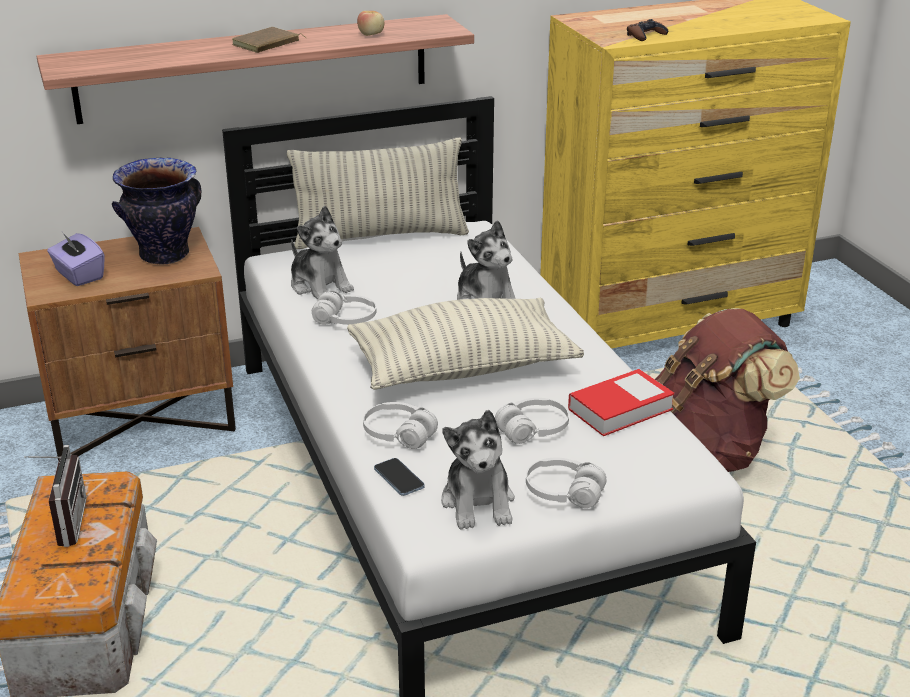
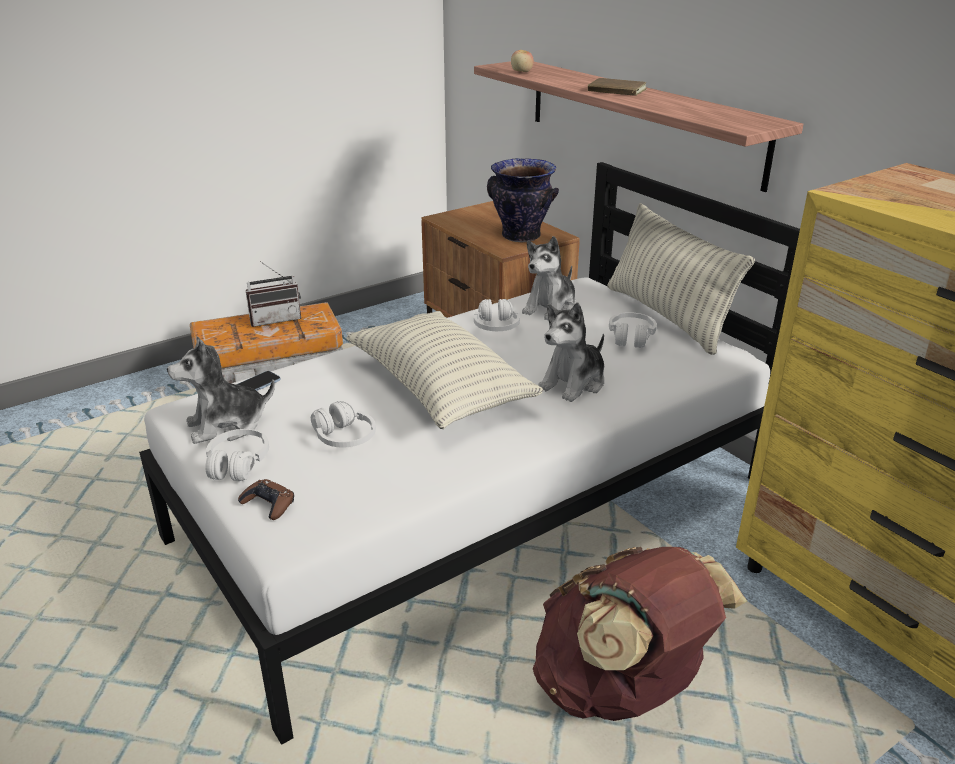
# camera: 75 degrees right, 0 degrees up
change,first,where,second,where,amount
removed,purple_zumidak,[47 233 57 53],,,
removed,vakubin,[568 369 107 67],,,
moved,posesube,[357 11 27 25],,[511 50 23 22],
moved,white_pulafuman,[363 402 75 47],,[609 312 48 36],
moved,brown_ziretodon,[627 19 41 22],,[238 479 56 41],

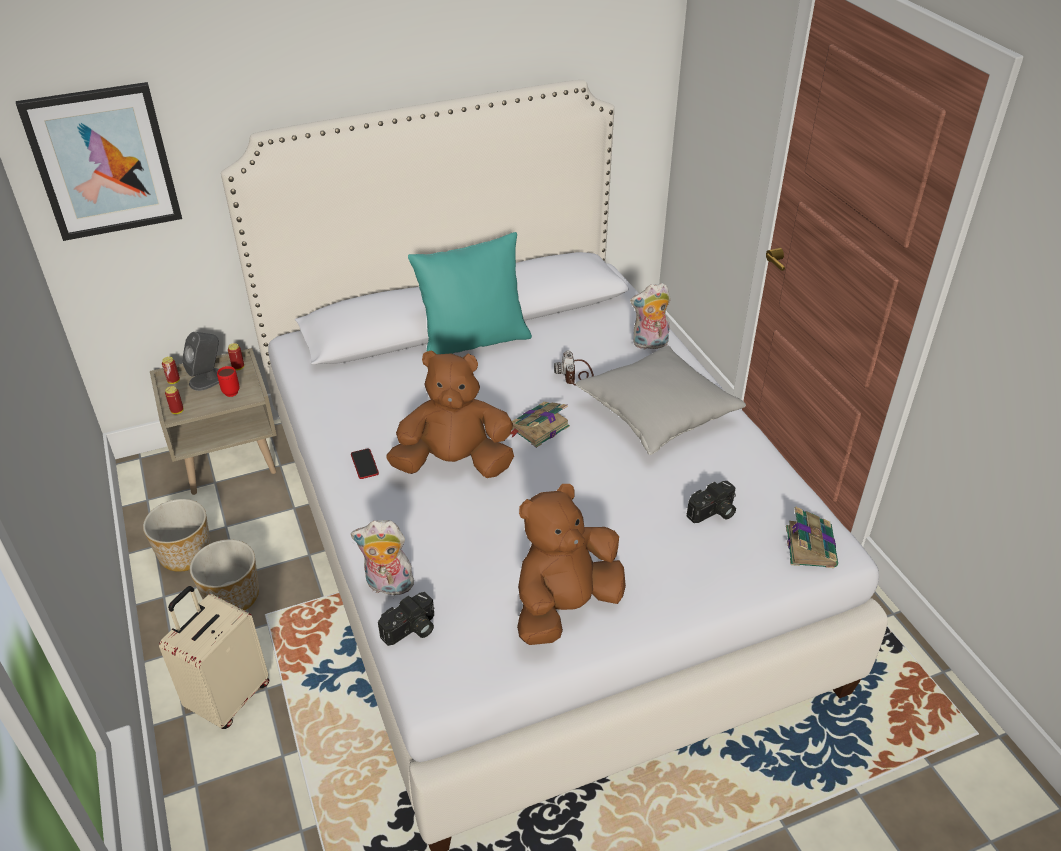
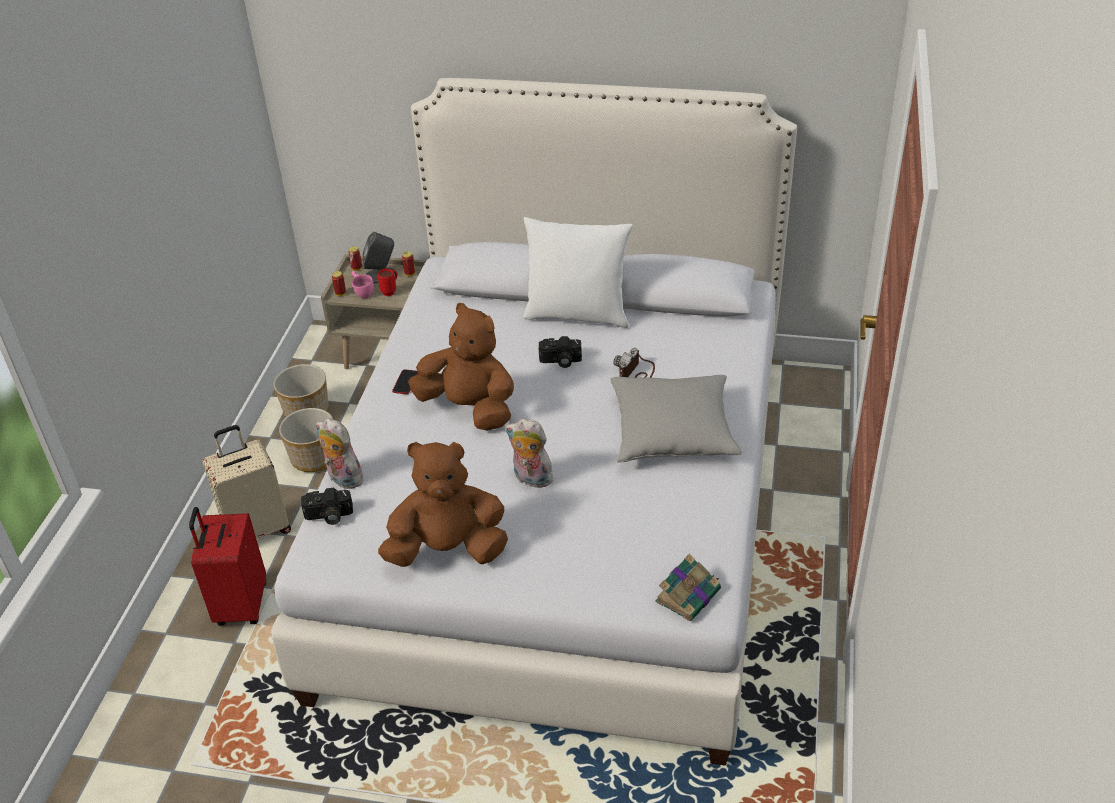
# camera: 35 degrees right, 0 degrees up
change,first,where,second,where,amount
removed,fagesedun,[16 82 166 159],,,
removed,vakubin,[510 402 60 46],,,
added,,,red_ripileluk,[189 507 77 119],
added,,,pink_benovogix,[352 271 22 28],
moved,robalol,[630 283 41 67],,[505 419 53 69],
moved,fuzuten,[687 481 49 42],,[538 336 44 32],
recoloured,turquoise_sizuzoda,[408 232 124 122],white_sizuzoda,[523 217 110 111],

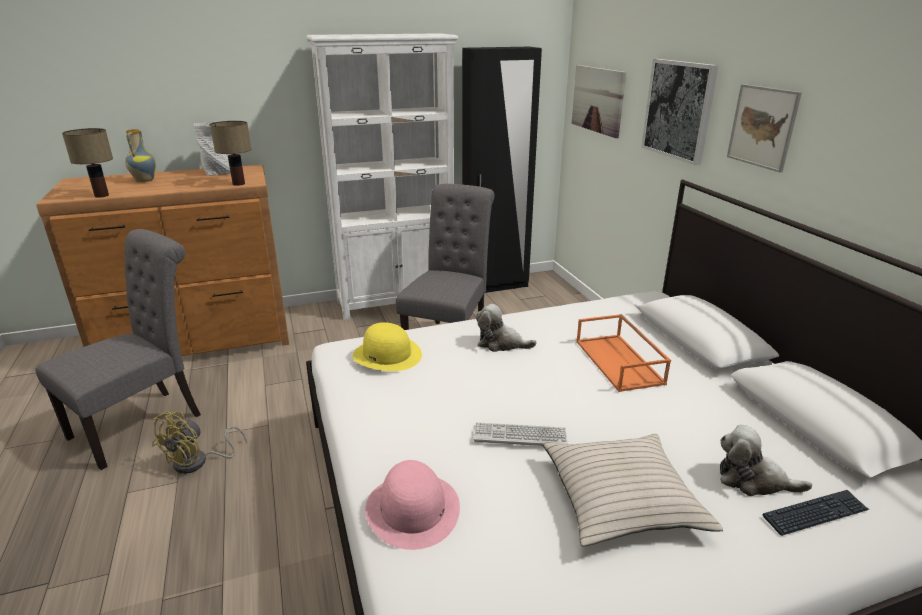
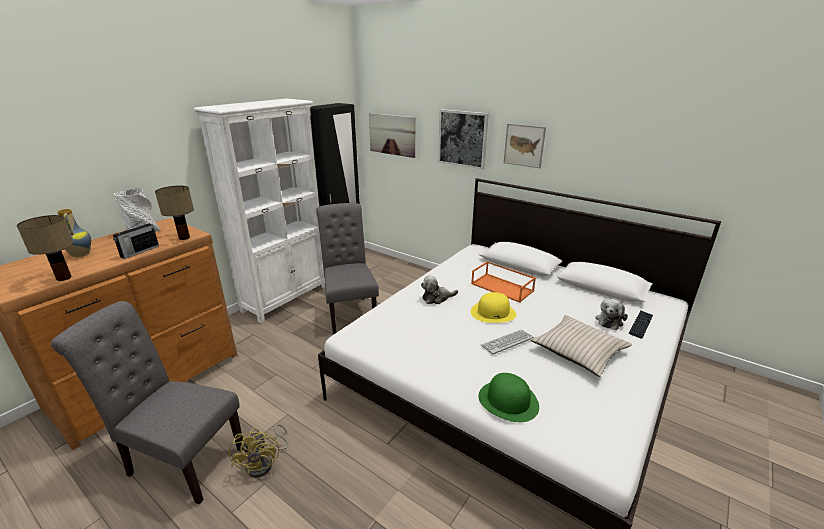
# camera: 35 degrees left, 0 degrees up
change,first,where,second,where,amount
added,,,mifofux,[113 220 46 39],
moved,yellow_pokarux,[353 322 69 49],,[471 292 45 31],
recoloured,pink_pokarux,[365 460 95 90],green_pokarux,[478 373 61 49],
turned,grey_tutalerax,[36 229 165 241],,[51 301 193 203],75 degrees counterclockwise
turned,robalol,[720 425 92 71],,[595 299 33 31],45 degrees counterclockwise

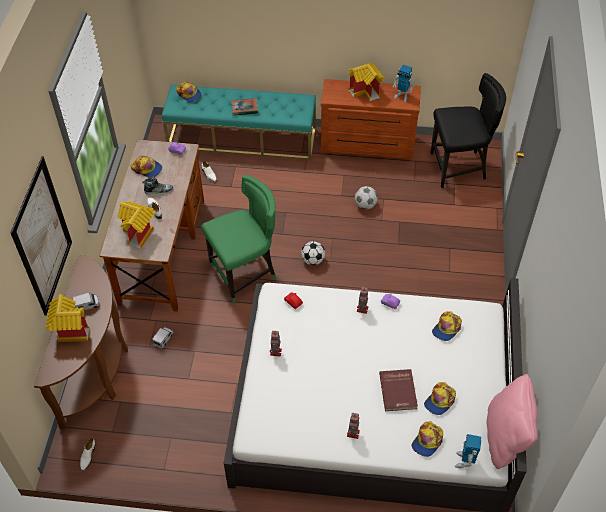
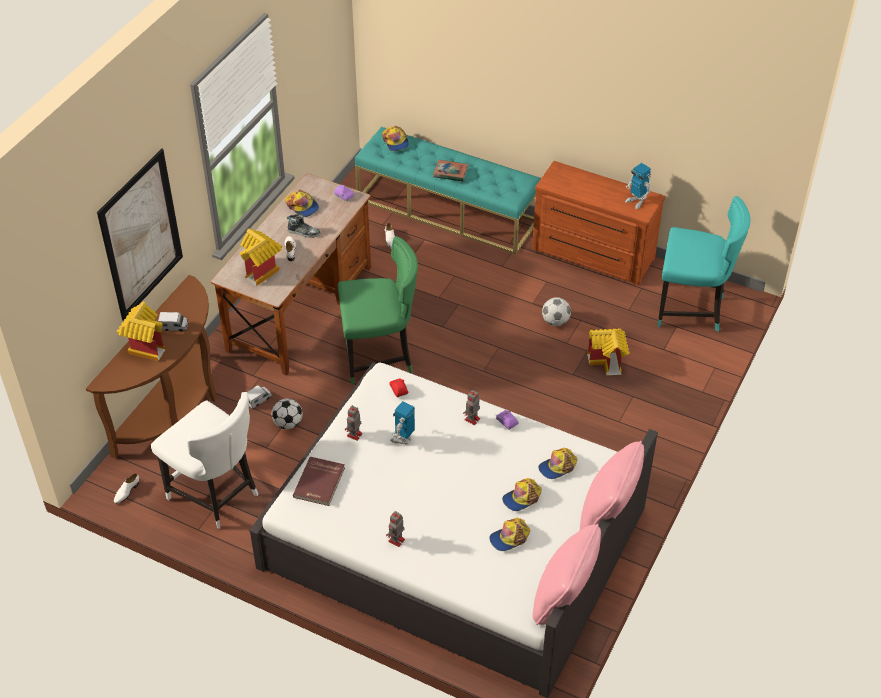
# camera: 20 degrees right, 5 degrees down
change,first,where,second,where,amount
added,,,white_tutalerax,[151 392 107 137],
added,,,pink_sizuzoda,[580 441 64 89],
moved,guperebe,[301 241 24 24],,[272 398 31 31],
moved,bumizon,[348 63 37 38],,[587 328 43 47],
moved,red_vakubin,[379 369 39 42],,[293 457 52 49],
moved,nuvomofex,[412 421 31 36],,[502 478 40 33],
moved,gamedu,[455 434 26 34],,[390 401 25 43],
recoloured,black_tutalerax,[431 73 75 115],turquoise_tutalerax,[658 196 92 136],

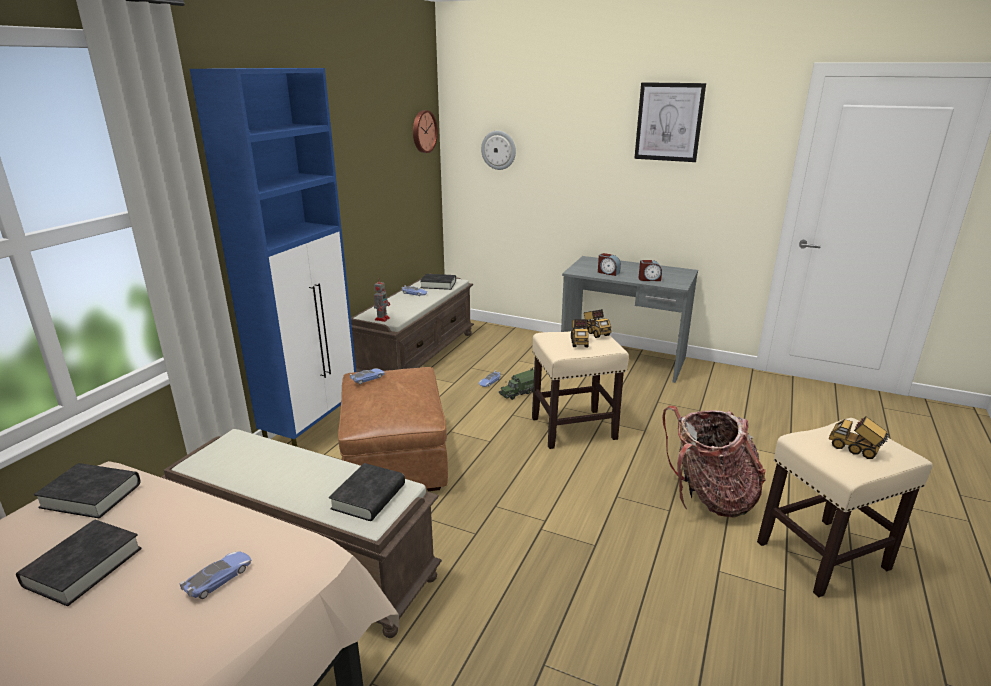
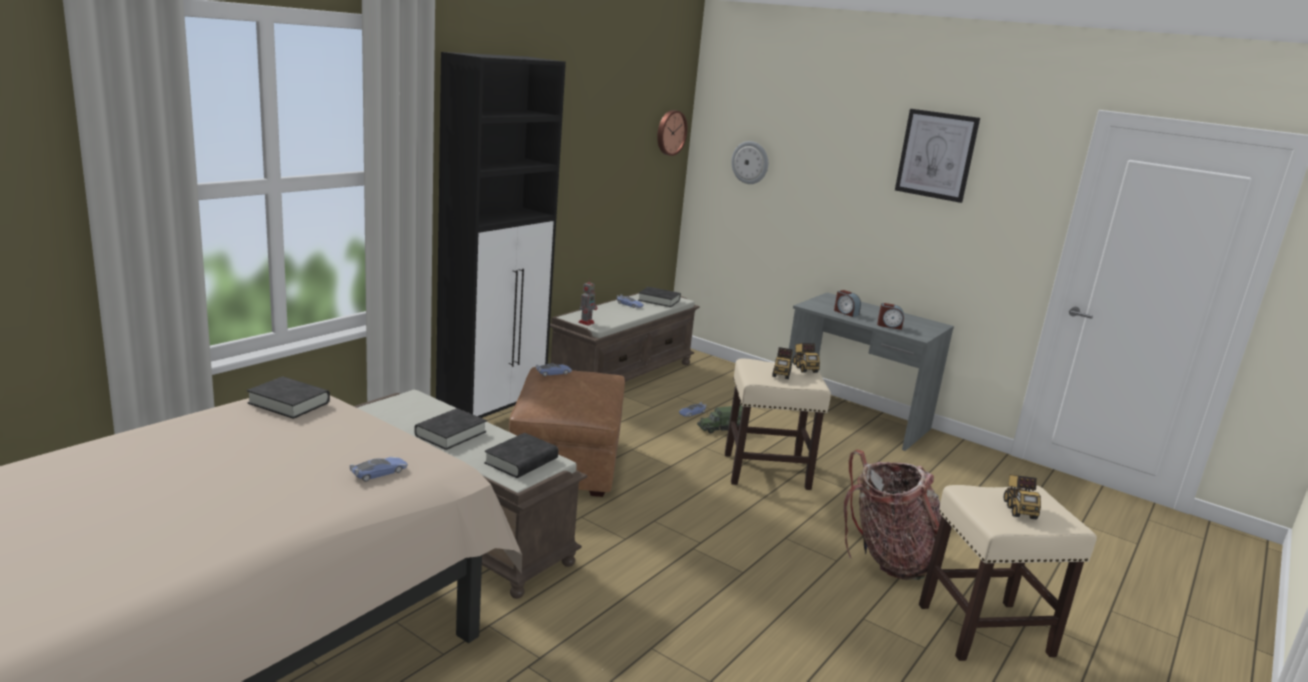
# camera: 10 degrees right, 5 degrees down
change,first,where,second,where,amount
moved,black_vakubin,[16 520 126 86],,[414 408 73 42],
recoloured,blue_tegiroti,[190 68 166 379],black_tegiroti,[436 52 130 366],
turned,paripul,[829 417 60 42],,[1004 474 37 46],135 degrees counterclockwise

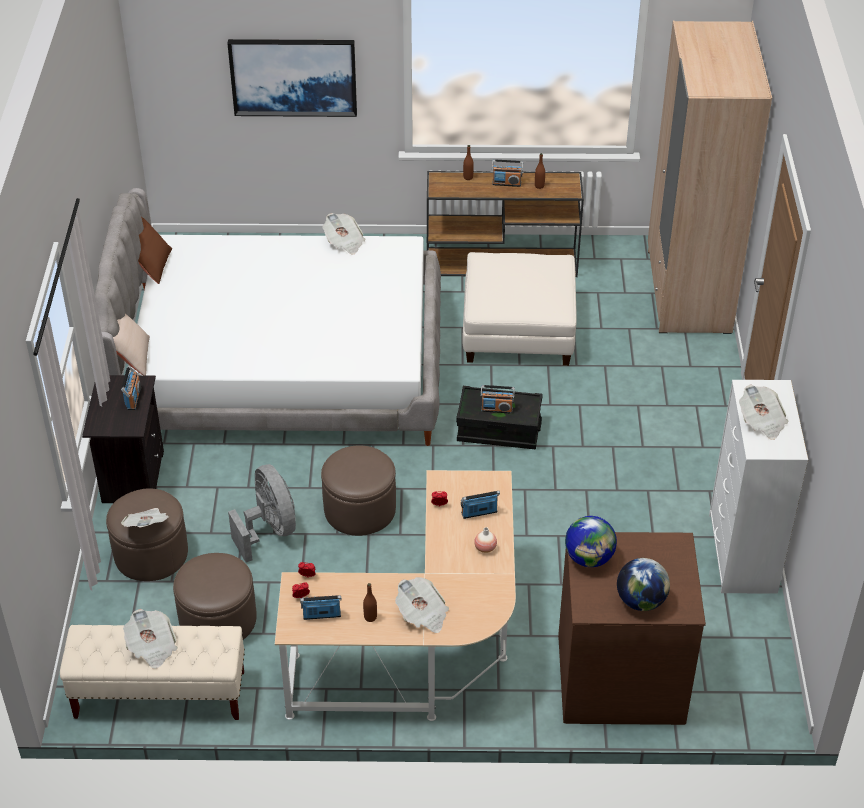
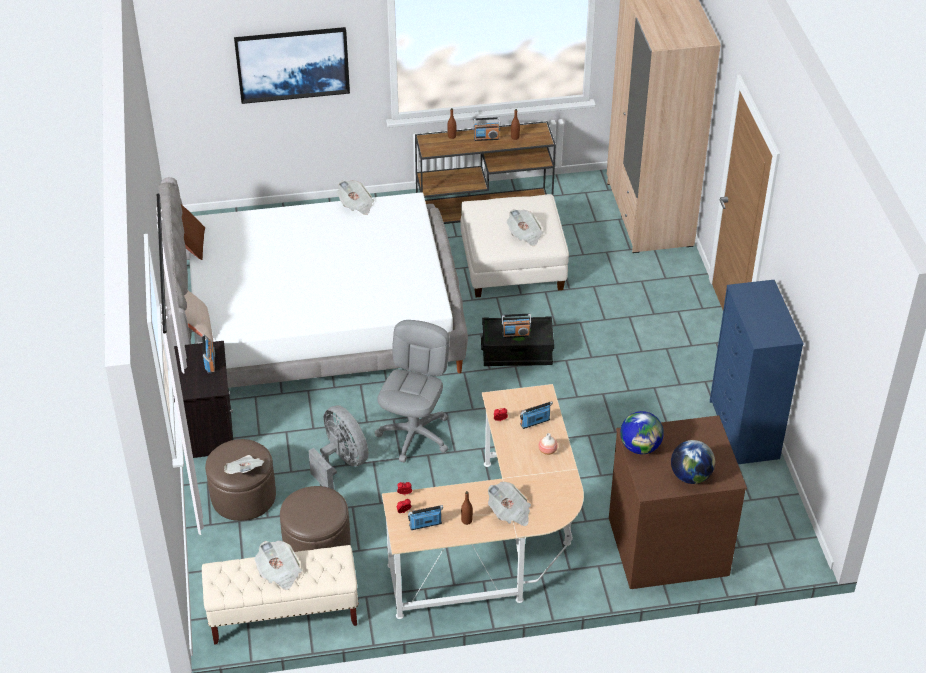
# camera: 10 degrees left, 0 degrees up
change,first,where,second,where,amount
moved,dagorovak,[739 385 50 55],,[507 209 37 37],
replaced,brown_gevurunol,[321 445 75 91],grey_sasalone,[375 320 75 142],
recoloured,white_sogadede,[709 380 99 214],blue_sogadede,[710 280 94 184],

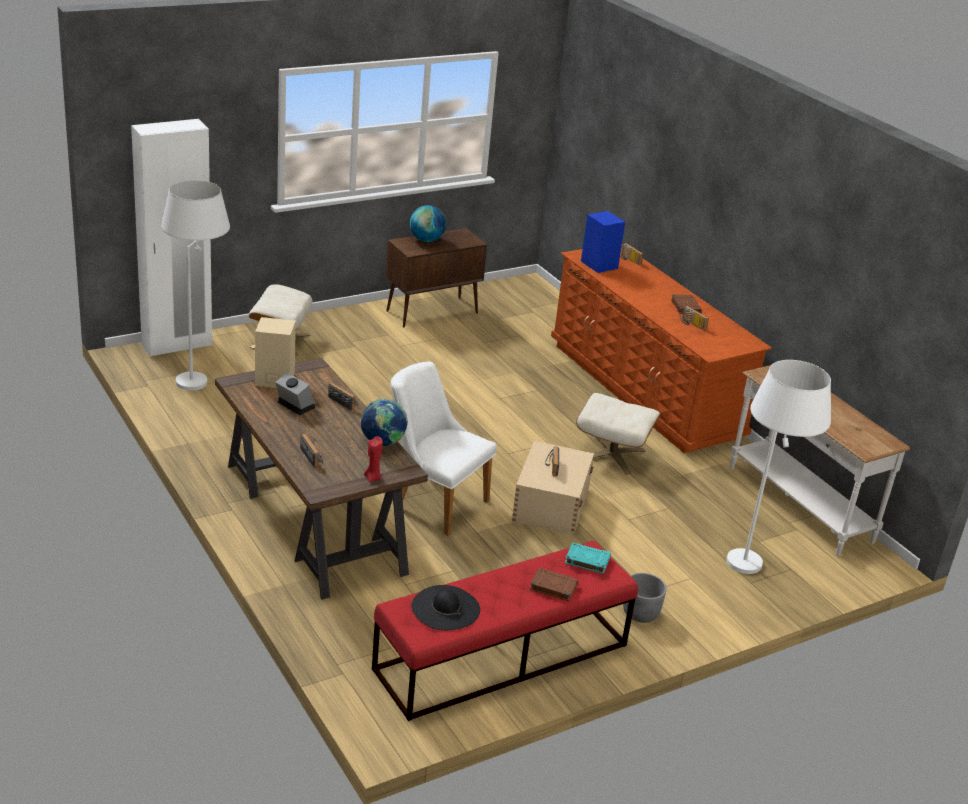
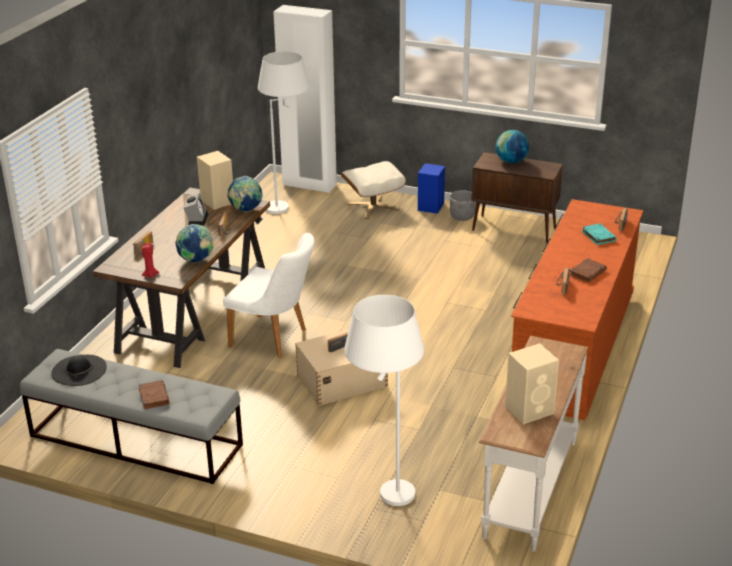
# camera: 55 degrees right, 0 degrees up
change,first,where,second,where,amount
removed,beige_gevurunol,[576 393 85 82],,,
added,,,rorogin,[227 176 36 36],
added,,,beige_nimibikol,[505 343 54 81],
moved,turquoise_vakubin,[565 542 46 32],,[582 223 35 22],
moved,blue_nimibikol,[581 211 44 62],,[418 163 27 51],
moved,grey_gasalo,[623 573 44 50],,[450 190 26 31],
recoloured,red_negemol,[372 541 266 180],grey_negemol,[20 349 223 135],
turned,white_tutalerax,[391 362 106 174],,[223 233 91 125],120 degrees clockwise

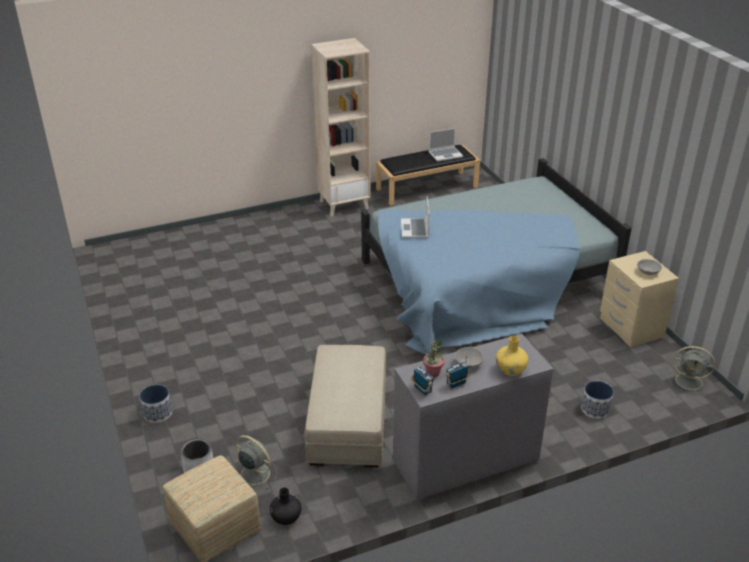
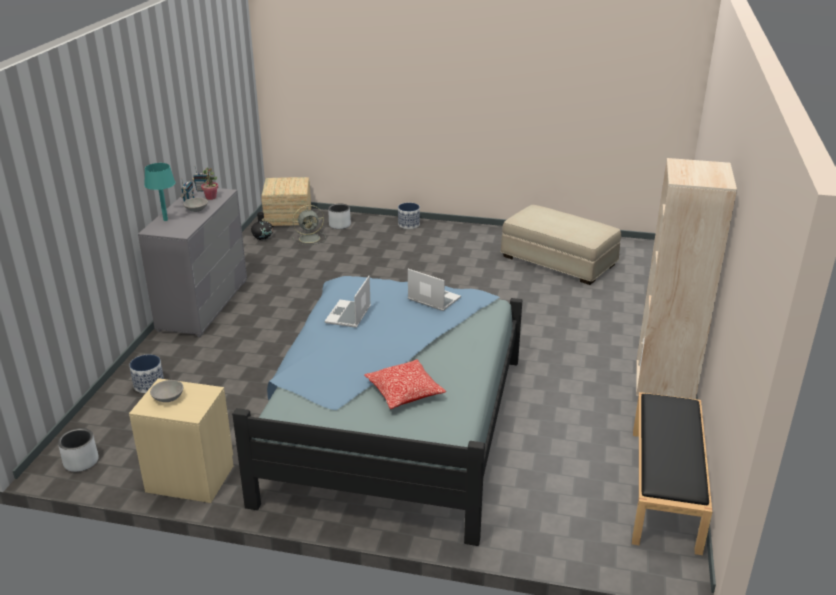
# camera: 125 degrees right, 5 degrees down
change,first,where,second,where,amount
added,,,sizuzoda,[364 359 82 50],
moved,beige_gevurunol,[305 345 81 123],,[501 205 120 80],
moved,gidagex,[429 128 34 34],,[325 276 46 52],
replaced,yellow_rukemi,[496 336 32 40],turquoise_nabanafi,[144 163 31 58],
replaced,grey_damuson,[669 346 46 49],grey_gasalo,[58 428 41 44],

